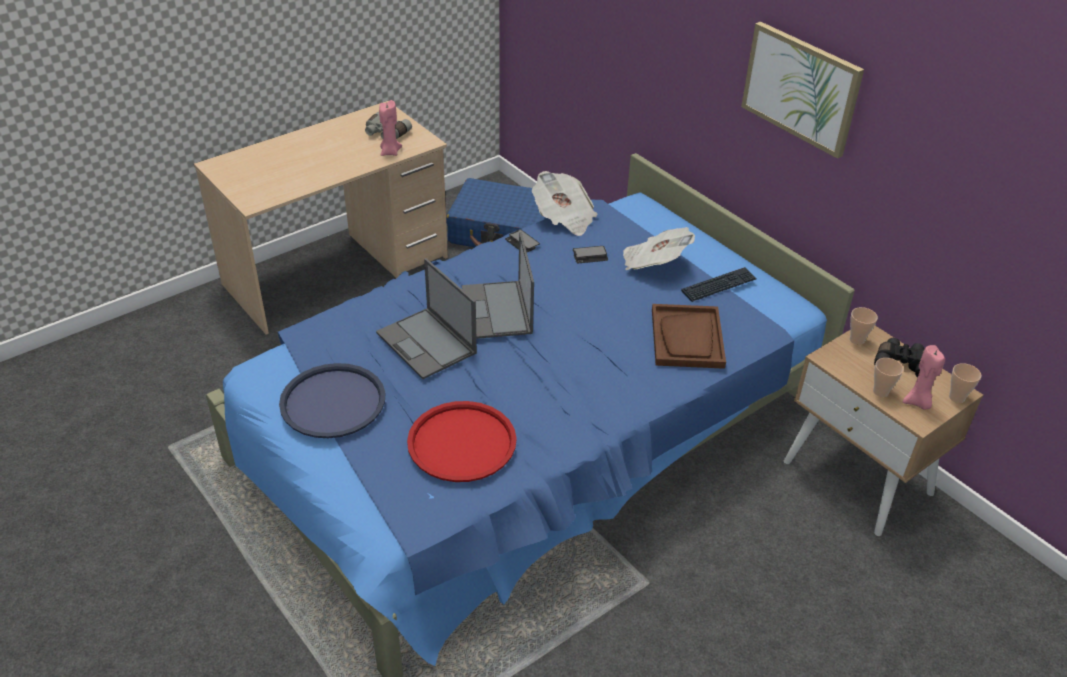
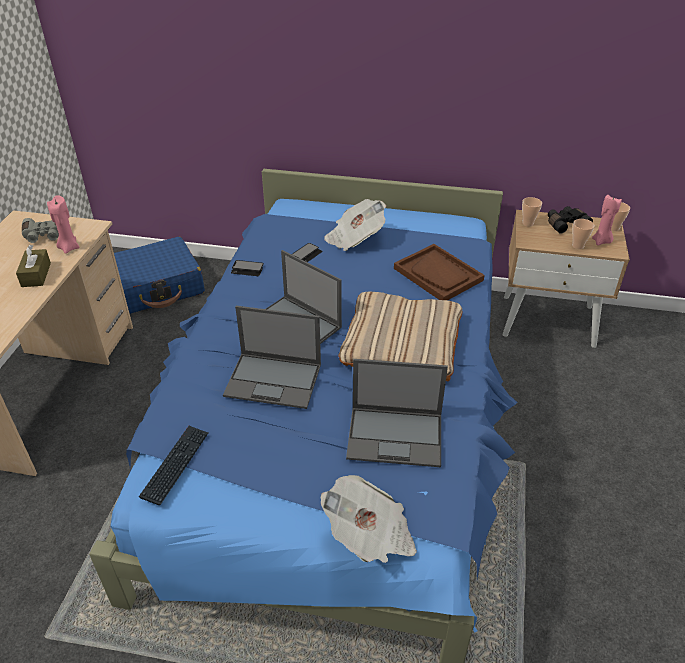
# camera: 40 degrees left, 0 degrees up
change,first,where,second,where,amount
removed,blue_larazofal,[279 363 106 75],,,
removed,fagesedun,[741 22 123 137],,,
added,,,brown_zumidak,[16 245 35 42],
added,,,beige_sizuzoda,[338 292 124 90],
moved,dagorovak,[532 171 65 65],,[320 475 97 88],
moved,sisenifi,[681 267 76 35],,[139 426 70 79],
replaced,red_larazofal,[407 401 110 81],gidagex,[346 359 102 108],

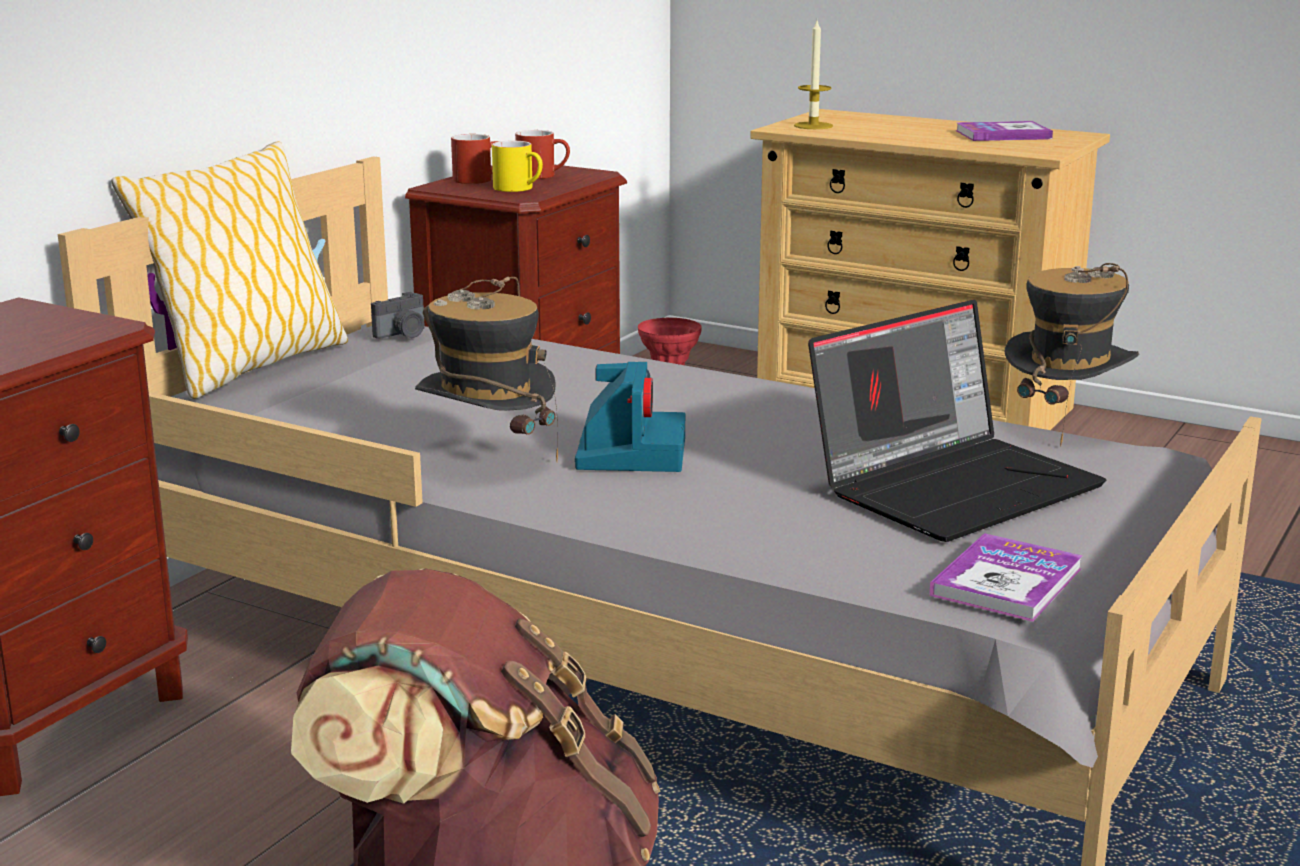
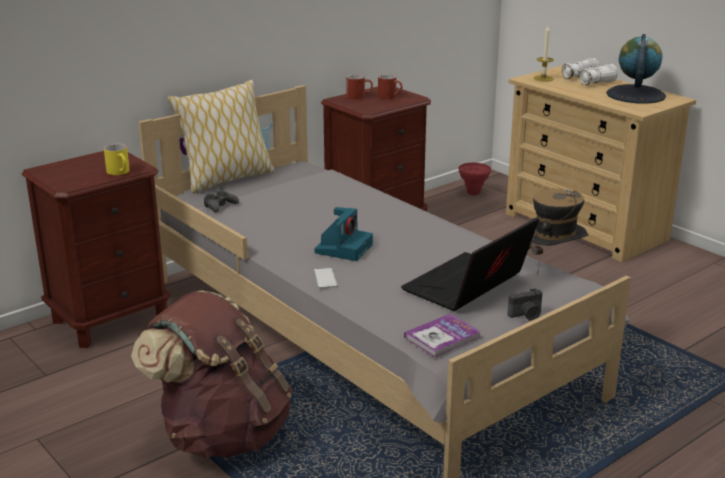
# camera: 20 degrees right, 5 degrees up
change,first,where,second,where,amount
removed,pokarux,[415 276 143 187],,,
added,,,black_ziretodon,[204 191 35 21],
added,,,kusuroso,[314 267 24 21],
added,,,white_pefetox,[562 58 56 27],
moved,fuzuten,[371 292 54 47],,[508 288 35 33],
moved,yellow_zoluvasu,[492 141 51 51],,[104 144 26 31],
replaced,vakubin,[956 121 97 20],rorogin,[606 34 60 70],
turned,gidagex,[808 299 298 243],,[401 217 138 94],150 degrees clockwise

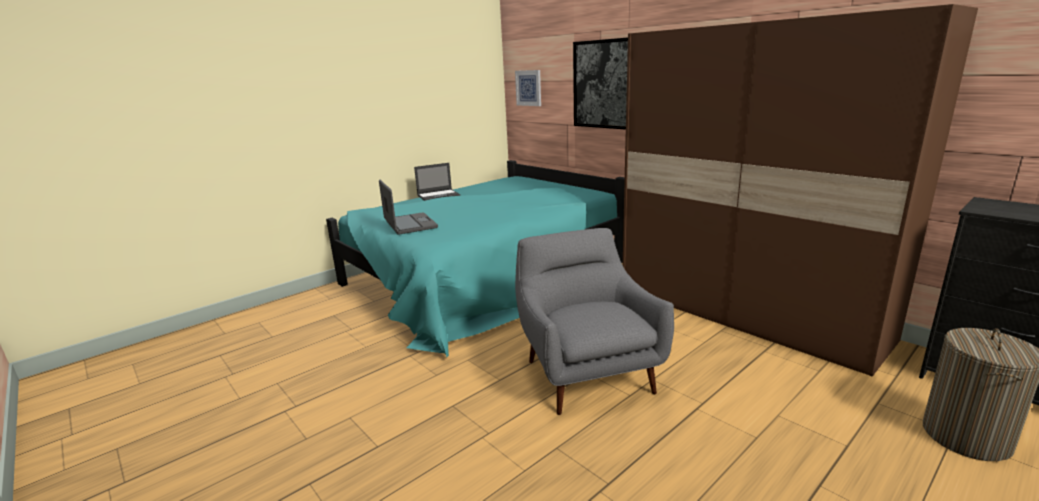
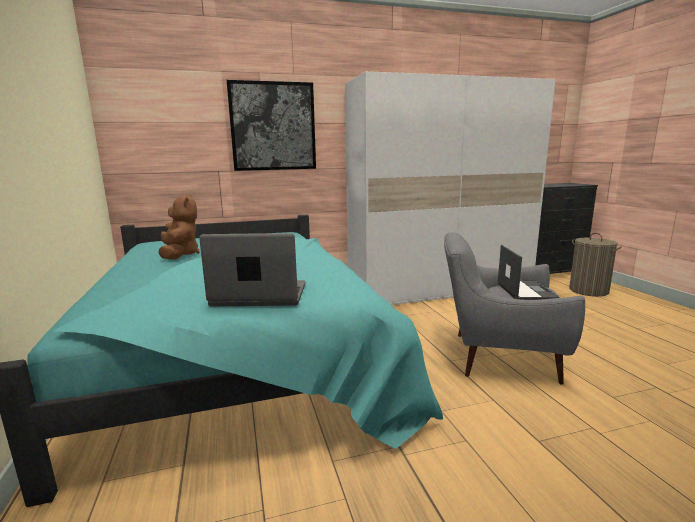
# camera: 65 degrees left, 5 degrees down
change,first,where,second,where,amount
removed,fagesedun,[515 70 26 36],,,
added,,,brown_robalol,[158 194 42 66],
moved,gidagex,[414 163 46 38],,[497 245 63 55],
recoloured,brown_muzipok,[623 4 355 372],white_muzipok,[345 71 211 234],

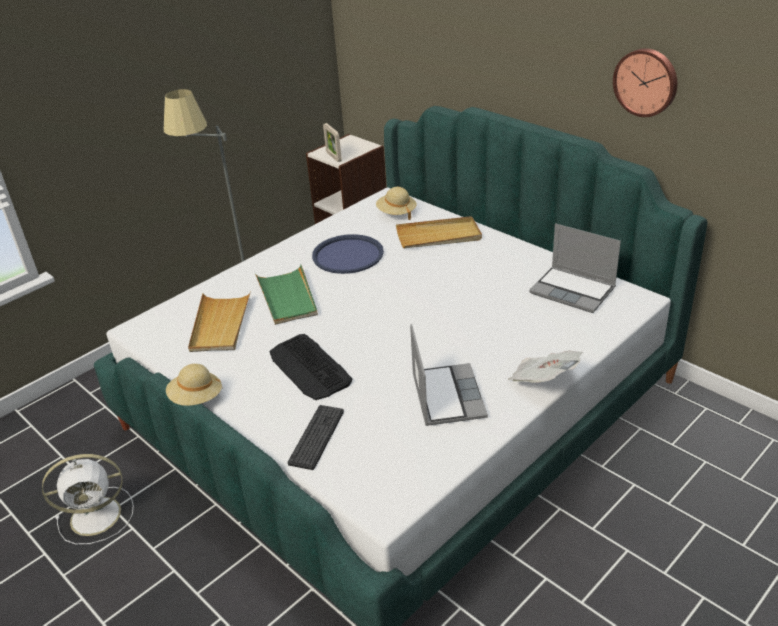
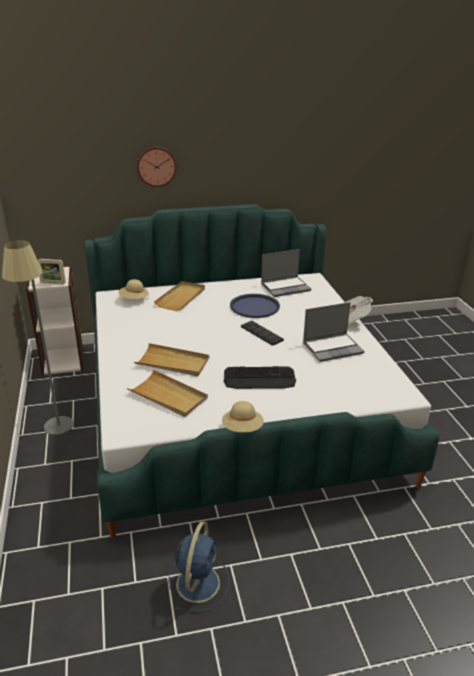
# camera: 60 degrees left, 5 degrees down
change,first,where,second,where,amount
moved,sisenifi,[288 405 56 65],,[241 321 43 25],
moved,blue_larazofal,[312 234 72 40],,[230 294 50 24],
moved,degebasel,[613 48 64 69],,[137 146 40 41],
recoloured,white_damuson,[42 454 92 91],blue_damuson,[168 522 61 90],
recoloured,green_larazofal,[255 265 63 60],beige_larazofal,[134 343 75 33],
turned,gidagex,[410 324 78 102],,[303 302 62 60],135 degrees clockwise

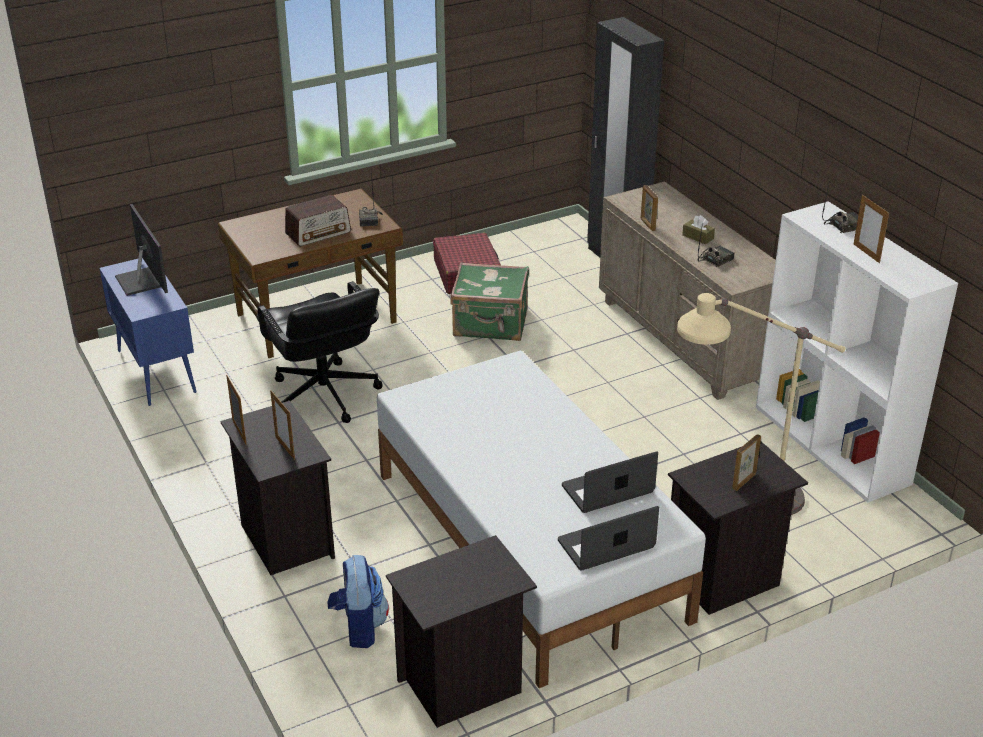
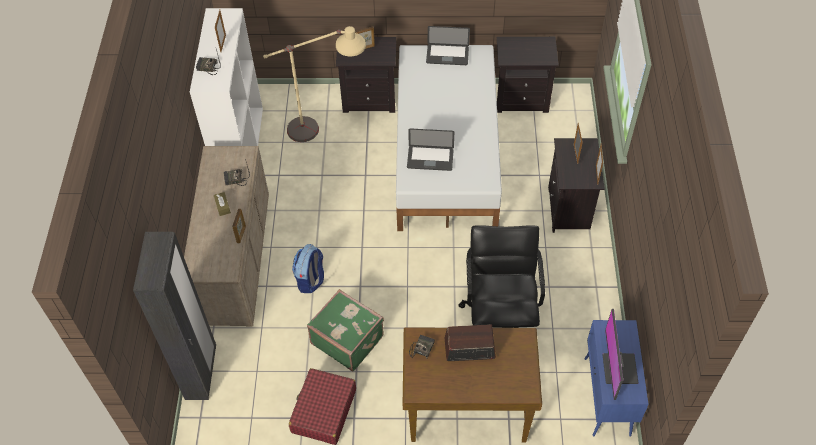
# camera: 150 degrees left, 20 degrees up
change,first,where,second,where,amount
moved,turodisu,[327 555 62 93],,[292 244 32 49],
moved,gidagex,[562 451 96 62],,[407 128 47 43],

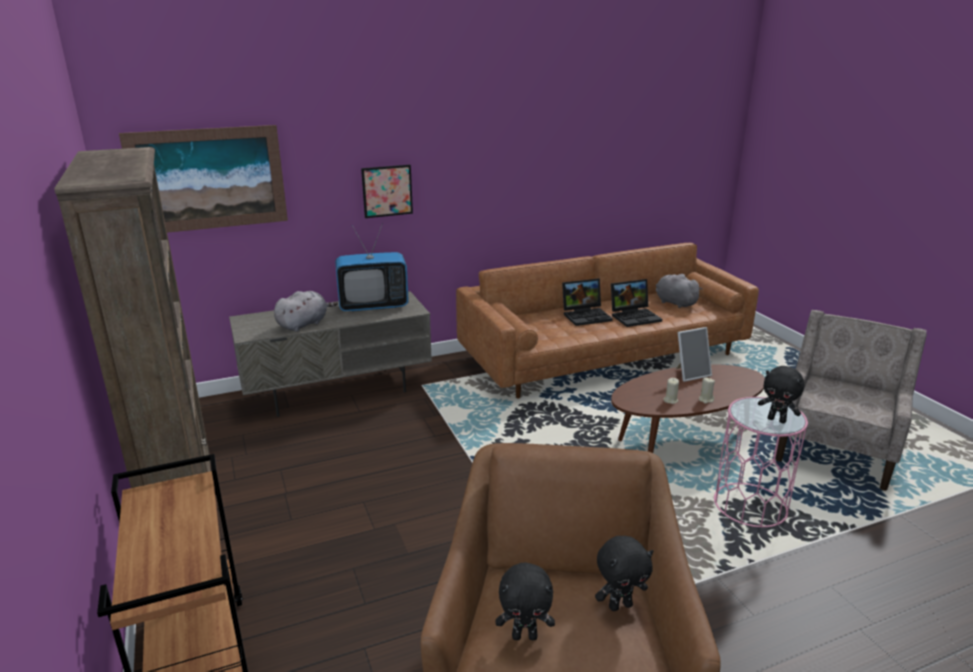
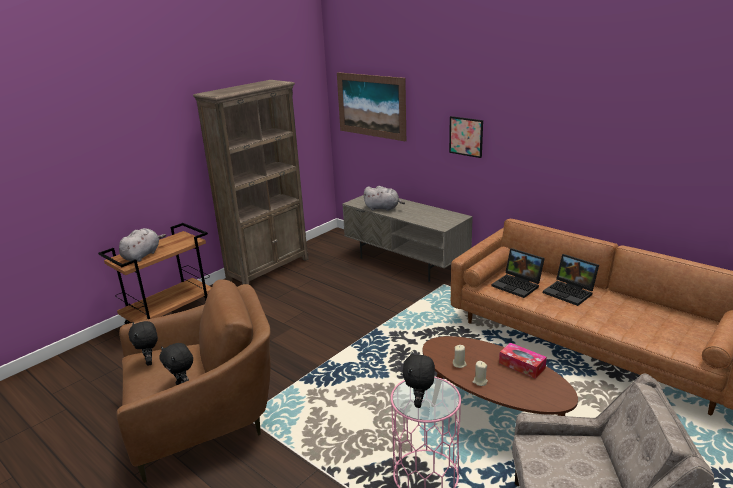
# camera: 65 degrees right, 0 degrees up
change,first,where,second,where,amount
removed,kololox,[335 223 74 89],,,
moved,gidagex,[611 279 51 48],,[492 248 53 50],
moved,grey_robalol,[656 274 47 34],,[119 228 47 34],
replaced,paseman,[676 327 36 55],zumidak,[499 343 48 36],

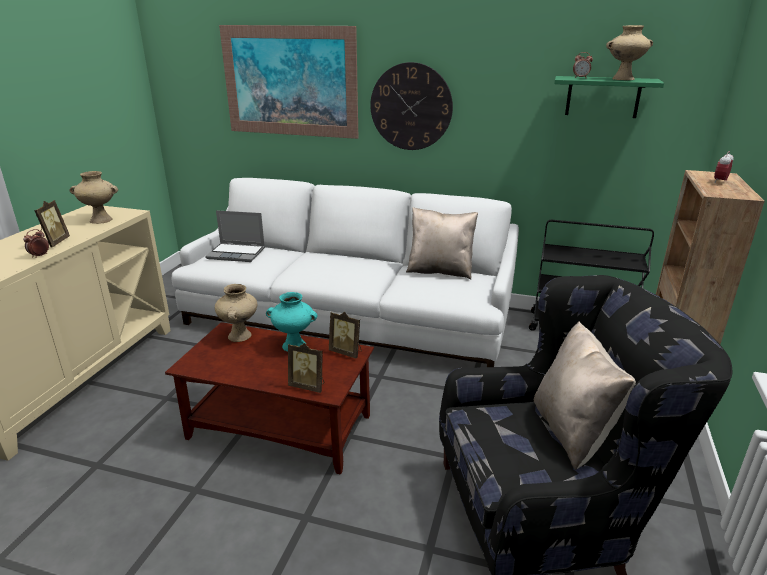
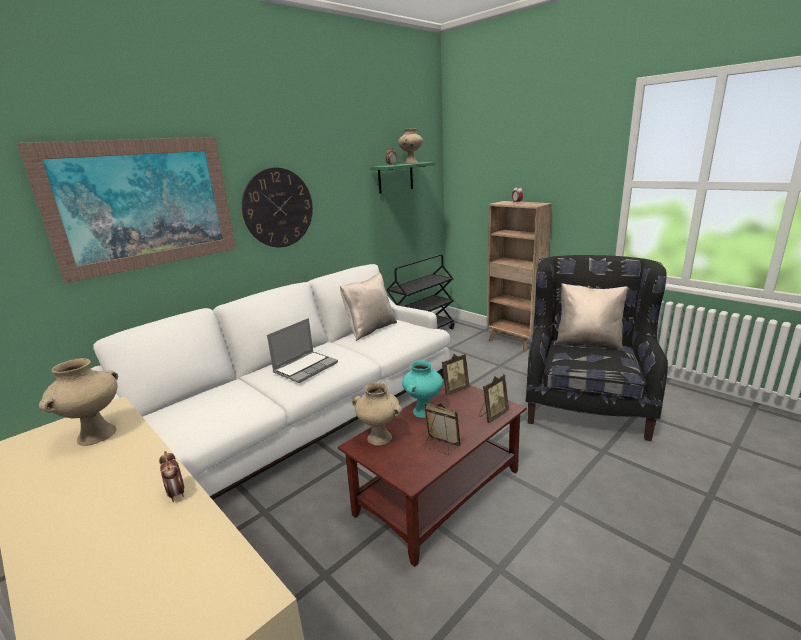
# camera: 60 degrees left, 5 degrees down
change,first,where,second,where,amount
moved,paseman,[34 200 36 47],,[424 403 36 52],
moved,gidagex,[205 210 60 52],,[267 318 71 65],

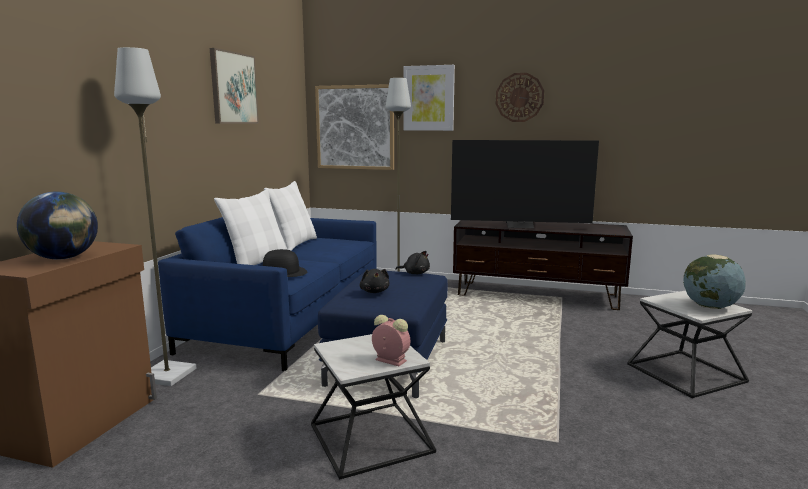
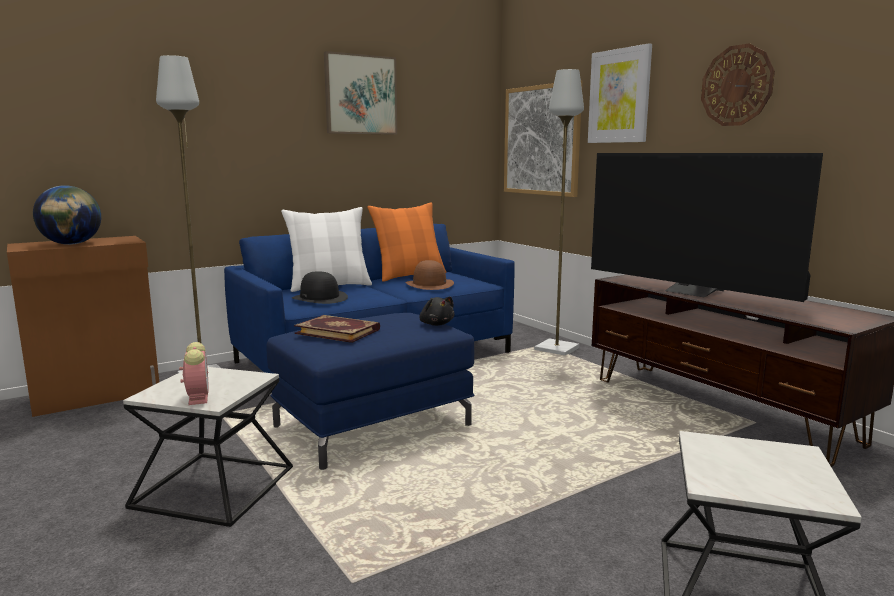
# camera: 40 degrees right, 0 degrees up
change,first,where,second,where,amount
removed,rorogin,[683 254 63 55],,,
added,,,brown_pokarux,[405 260 49 30],
replaced,black_robalol,[359 269 30 24],vakubin,[294 315 86 28],
recoloured,white_sizuzoda,[264 181 53 70],orange_sizuzoda,[367 202 79 80],

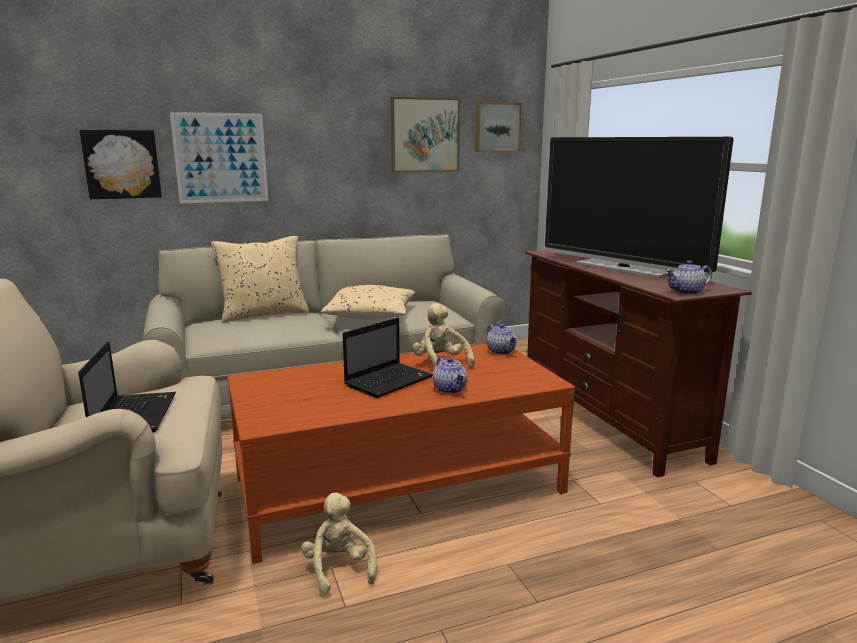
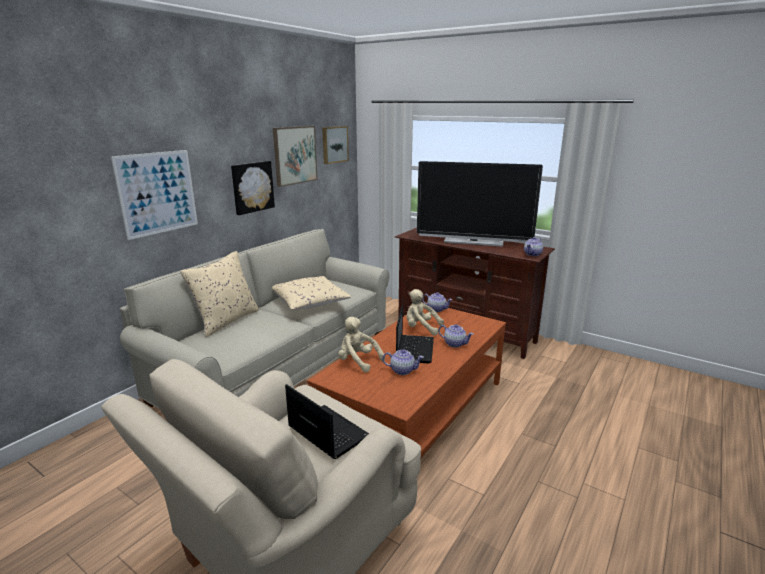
# camera: 35 degrees left, 5 degrees up
change,first,where,second,where,amount
added,,,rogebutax,[382 349 42 26],
moved,fagesedun,[79 130 83 69],,[231 161 44 54],
moved,beige_robalol,[301 492 76 103],,[338 317 47 55],

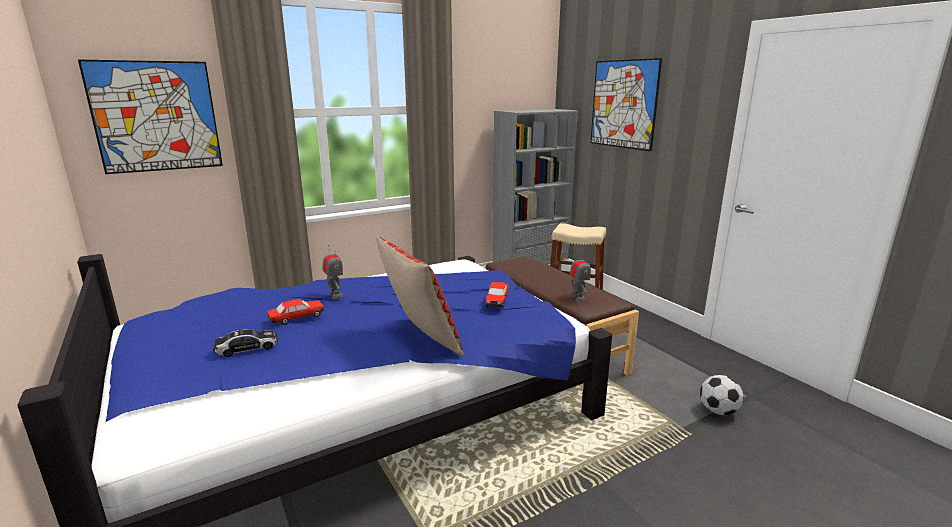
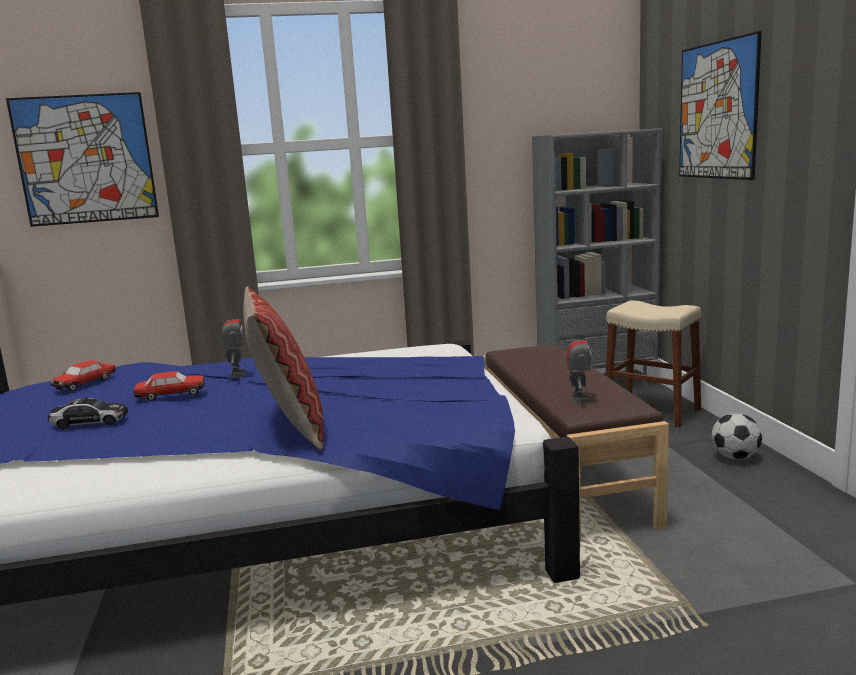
# camera: 20 degrees right, 5 degrees down
change,first,where,second,where,amount
moved,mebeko,[485 282 24 27],,[50 360 66 32],
moved,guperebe,[700 375 43 40],,[711 414 51 46],

